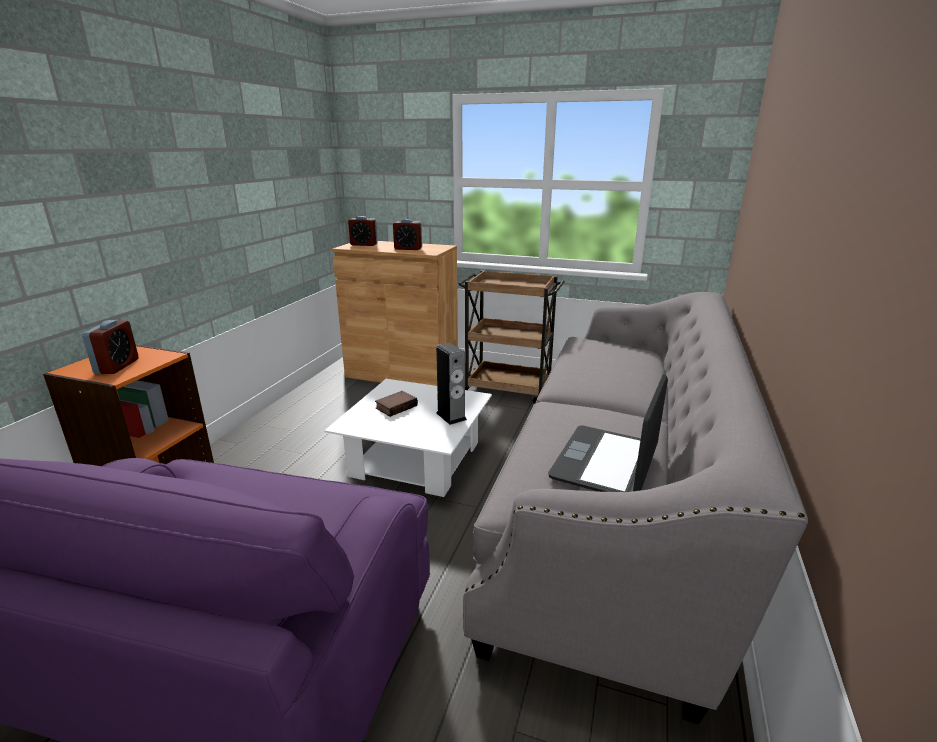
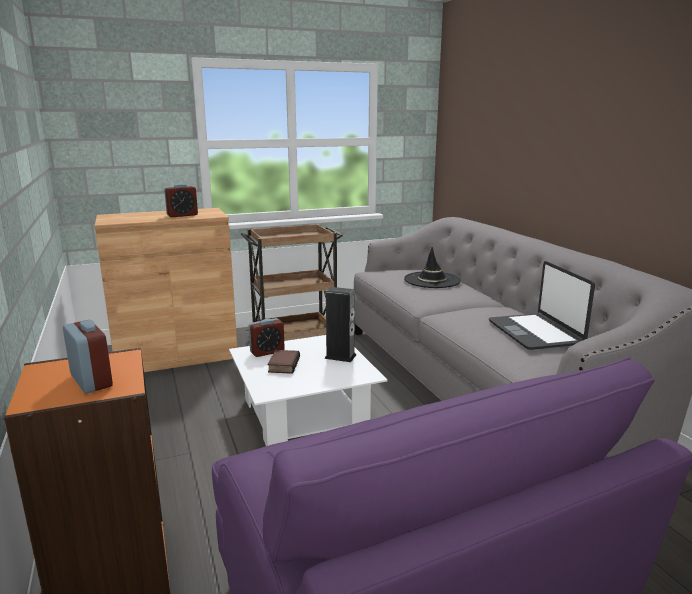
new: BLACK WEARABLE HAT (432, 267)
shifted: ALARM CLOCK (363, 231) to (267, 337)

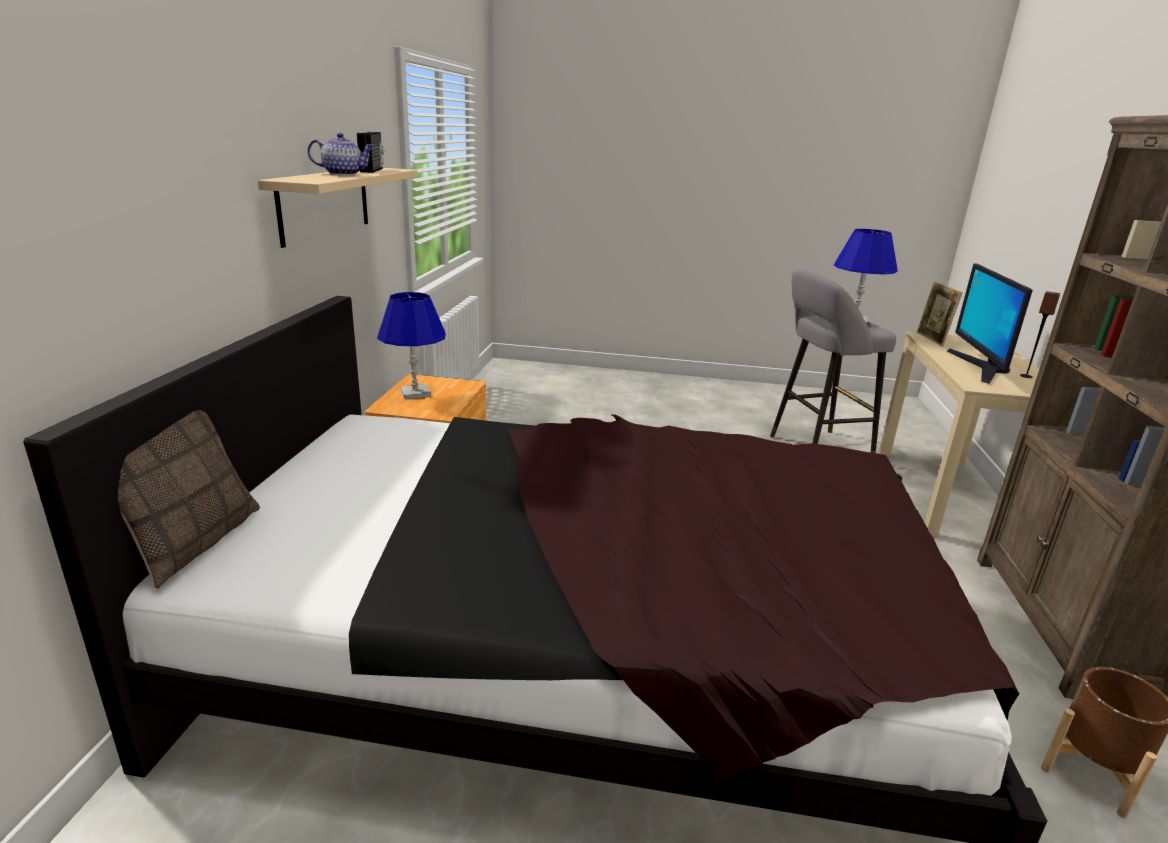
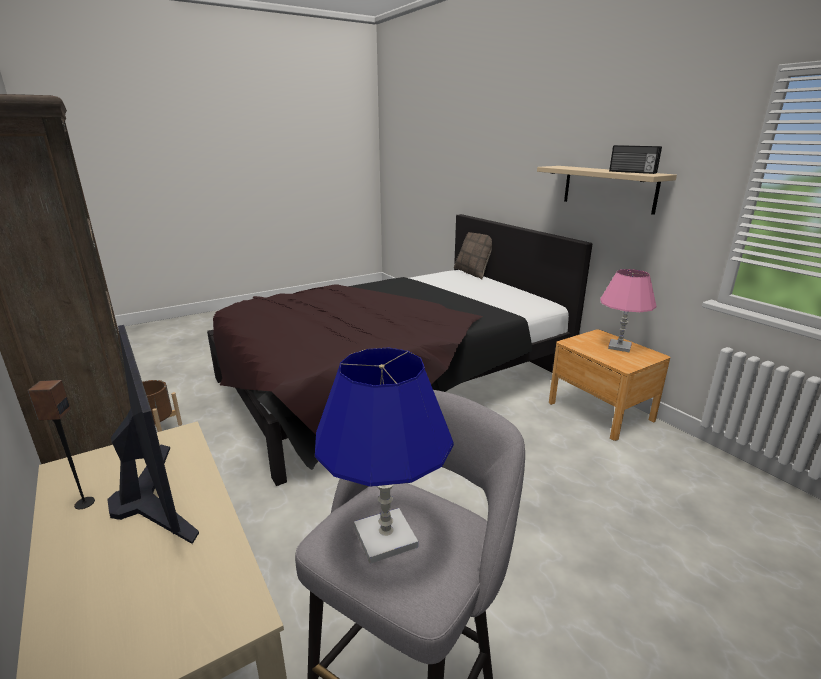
gone: POT FOR TEA (341, 154); STANDING FRAME (939, 313)
repainted: BLUE TABLE LAMP (411, 345) to PINK TABLE LAMP (628, 311)

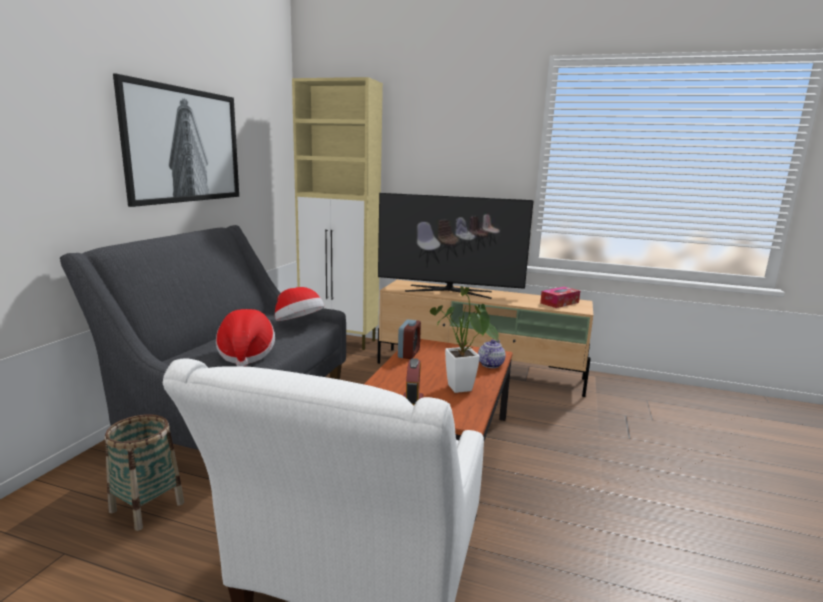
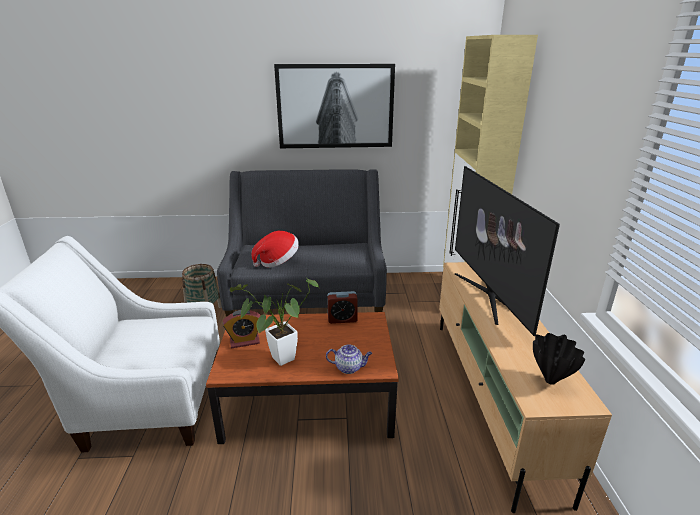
gone: WEARABLE HAT (300, 304)
swapped: TISSUE BOX (560, 297) to BLACK FLOWER VASE (559, 359)

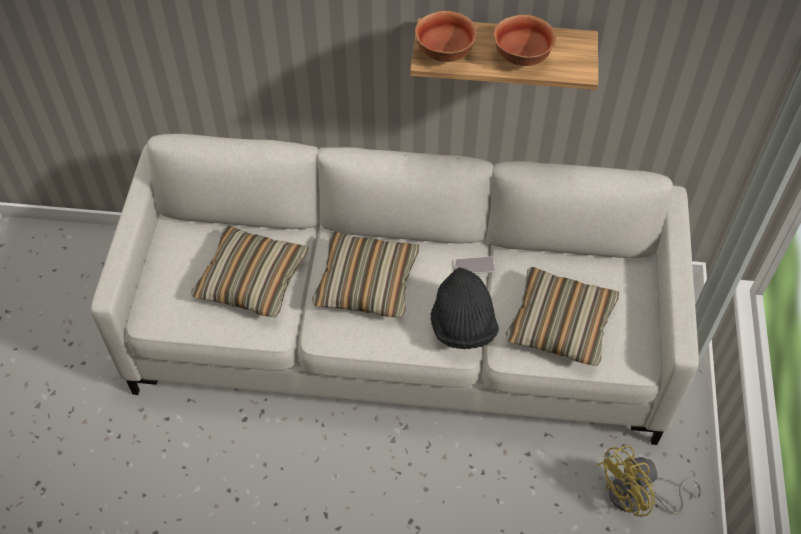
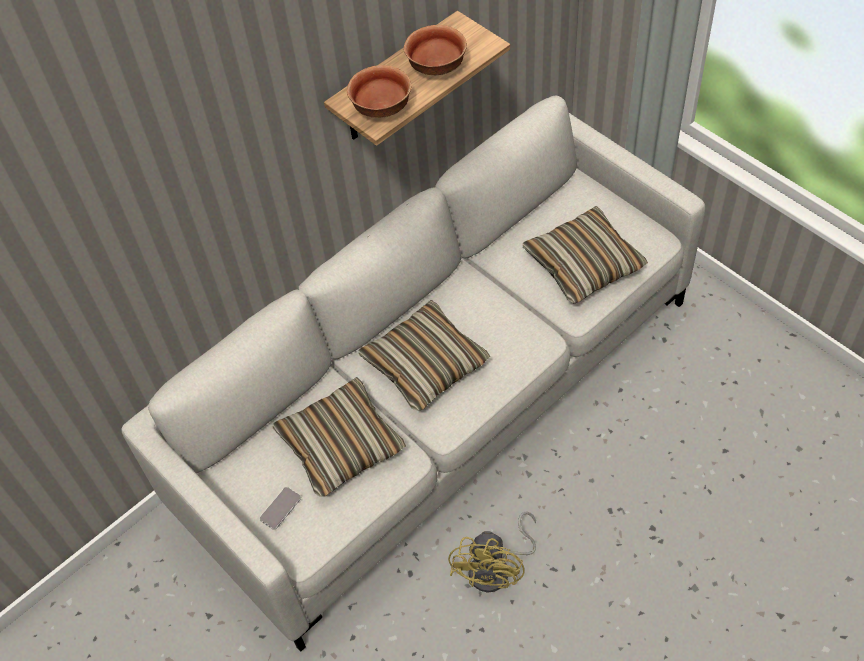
gone: BLACK WEARABLE HAT (464, 308)
shifted: PHONE (475, 265) to (280, 508); YELLOWISH ELECTRIC FAN (649, 480) to (492, 551)

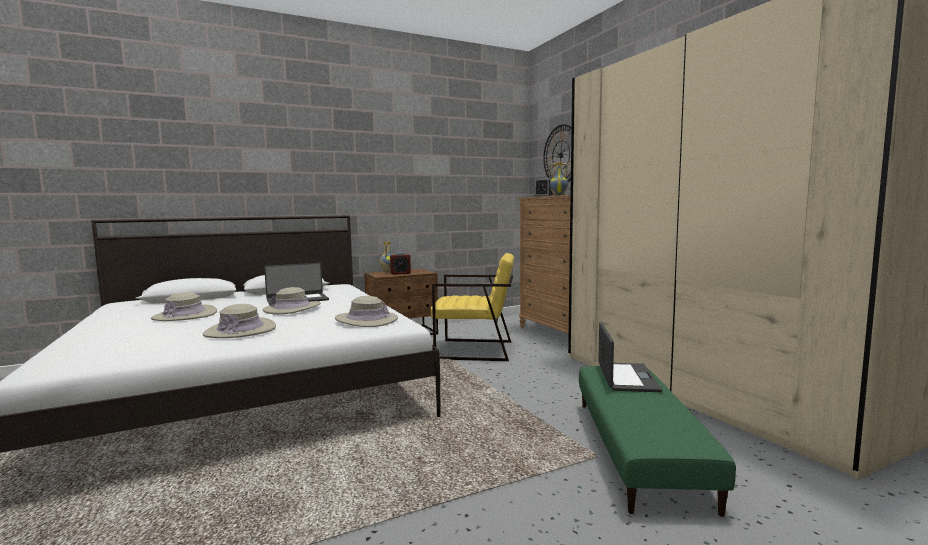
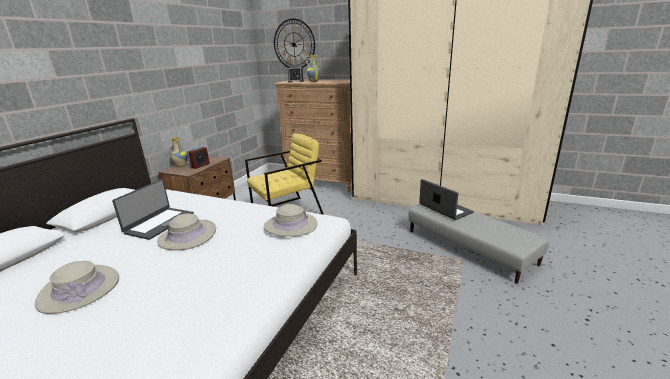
gone: BEIGE WEARABLE HAT (239, 321)
repainted: GREEN-COLOURED FOOTREST (657, 441) to GREY FOOTREST (478, 244)

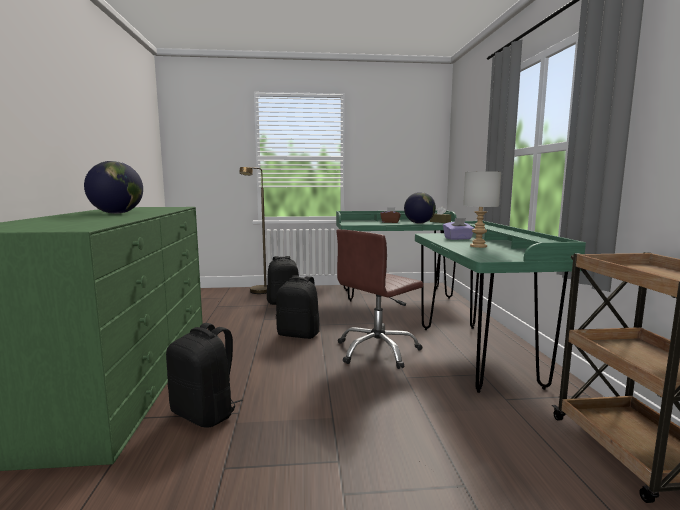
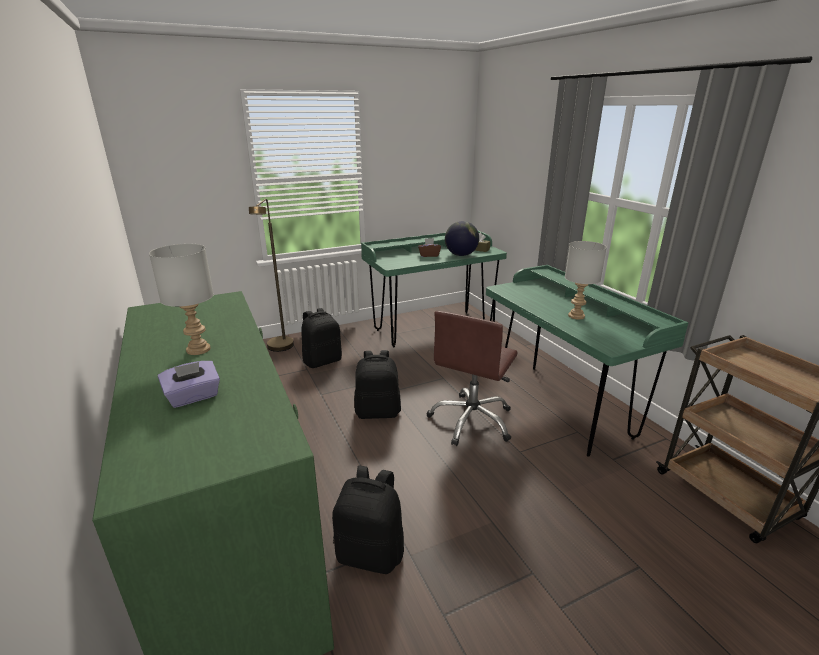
shifted: PURPLISH TISSUE BOX (458, 229) to (189, 384)
swapped: DESK GLOBE (113, 187) to GREY TABLE LAMP (181, 299)

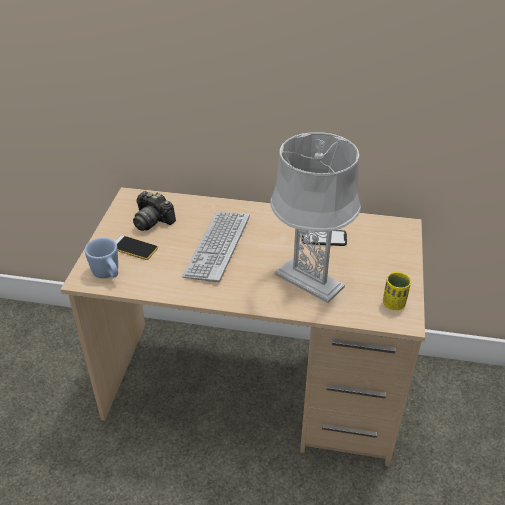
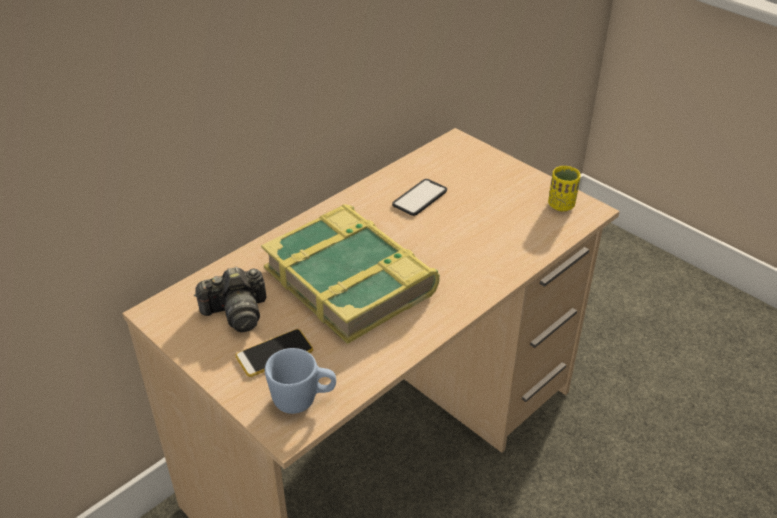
gone: GREY TABLE LAMP (315, 217)
swapped: PC KEYBOARD (216, 247) to BOUND BOOK (350, 274)

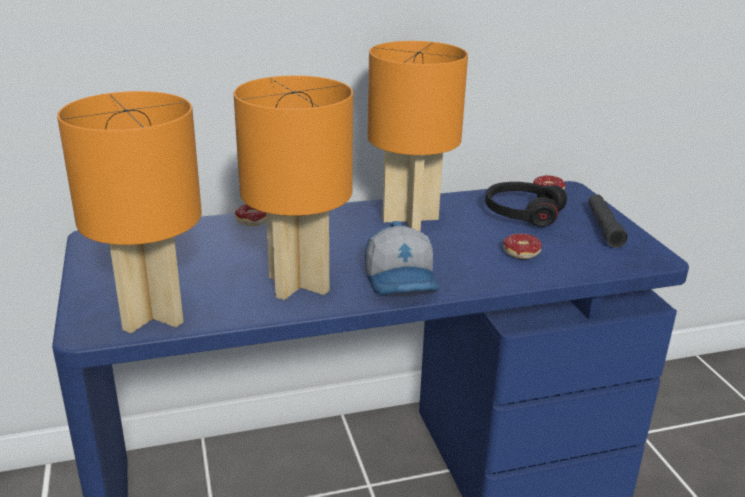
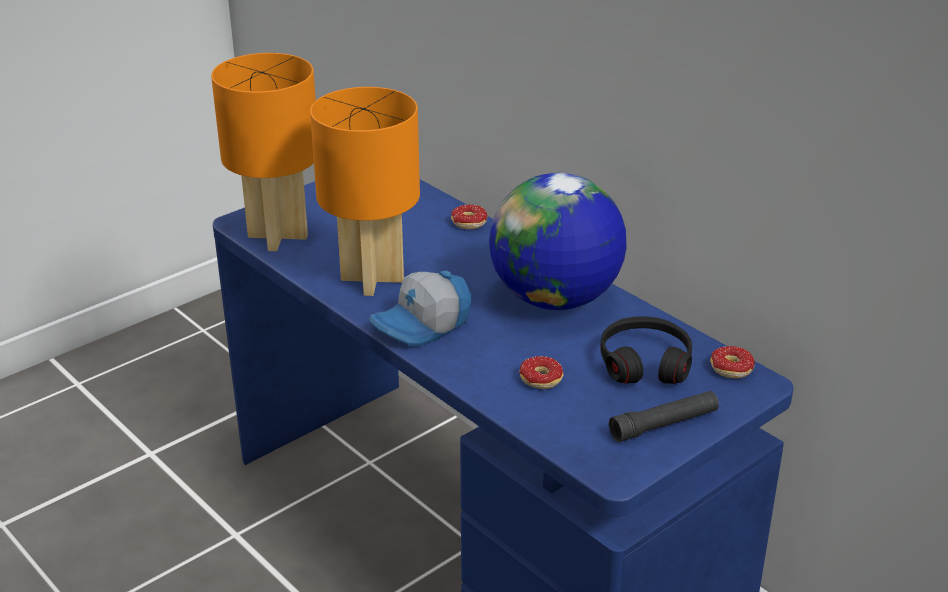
swapped: ORANGEY TABLE LAMP (417, 136) to DESK GLOBE (557, 241)

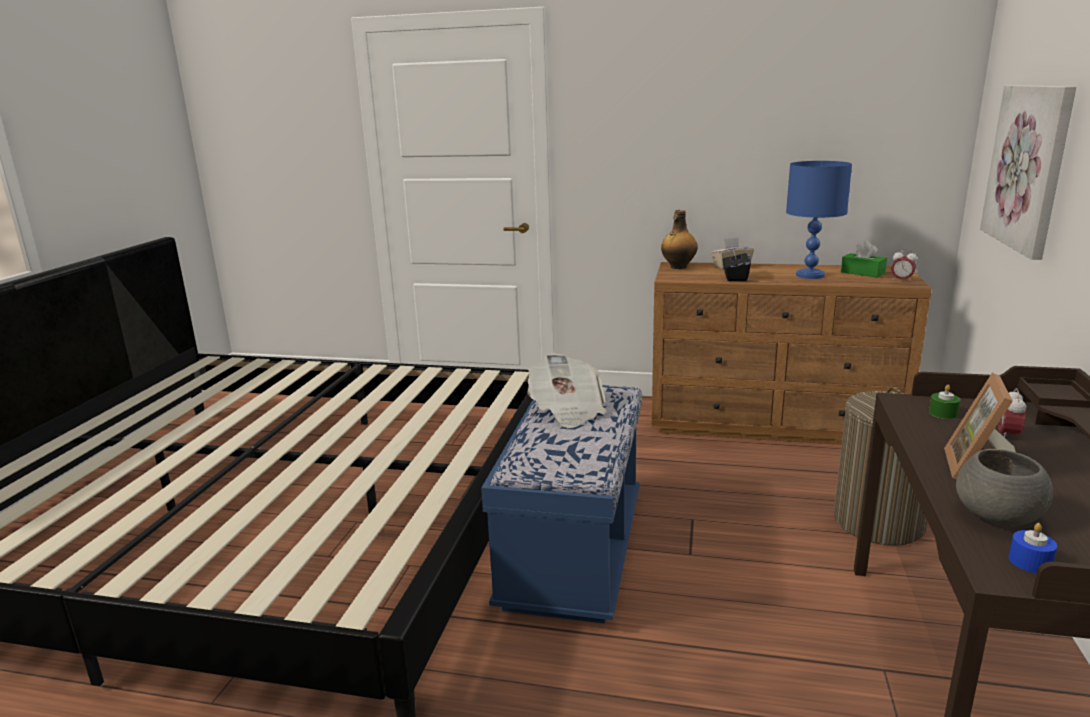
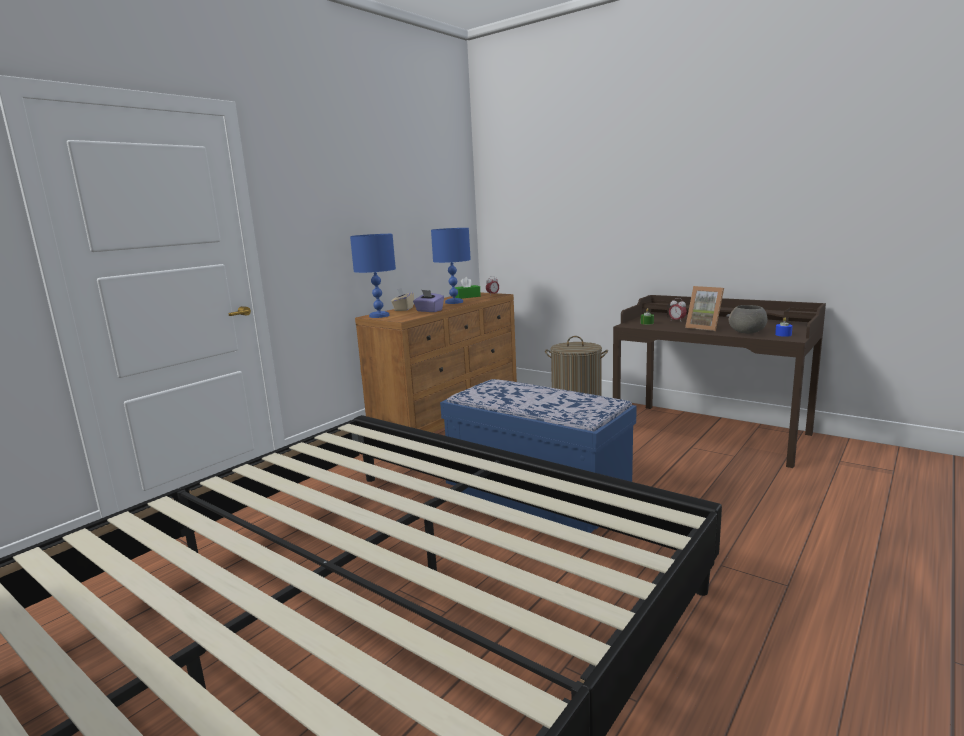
gone: PRINTED PAPER (566, 390); PICTURE (1028, 172)
swapped: BEVERAGE BOTTLE (679, 239) to BLUE TABLE LAMP (373, 276)
repainted: BLACK TISSUE BOX (736, 265) to PURPLISH TISSUE BOX (428, 301)

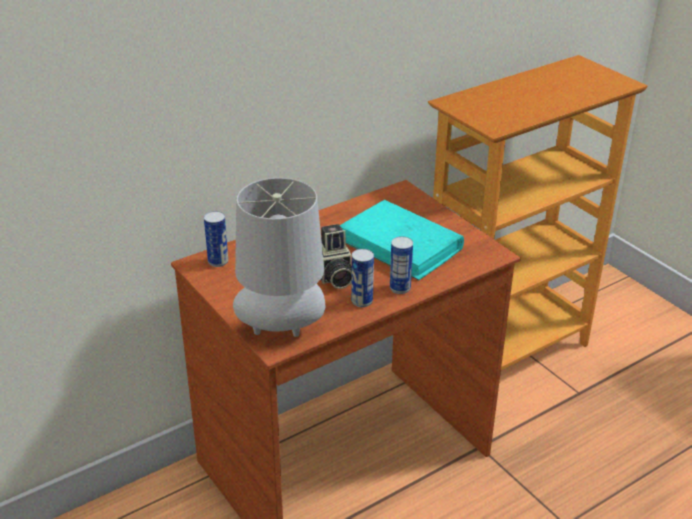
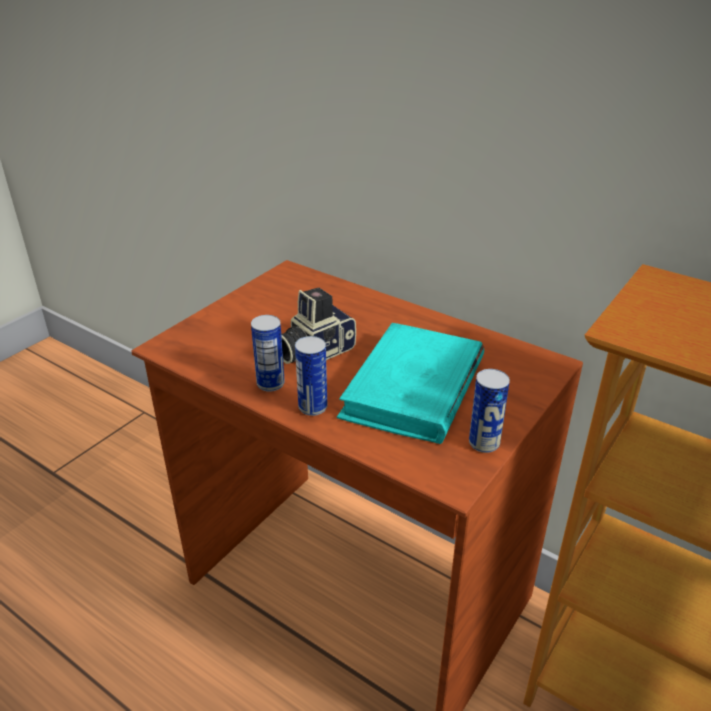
gone: GREY TABLE LAMP (279, 257)
shifted: SEALED CAN (216, 239) to (489, 411)

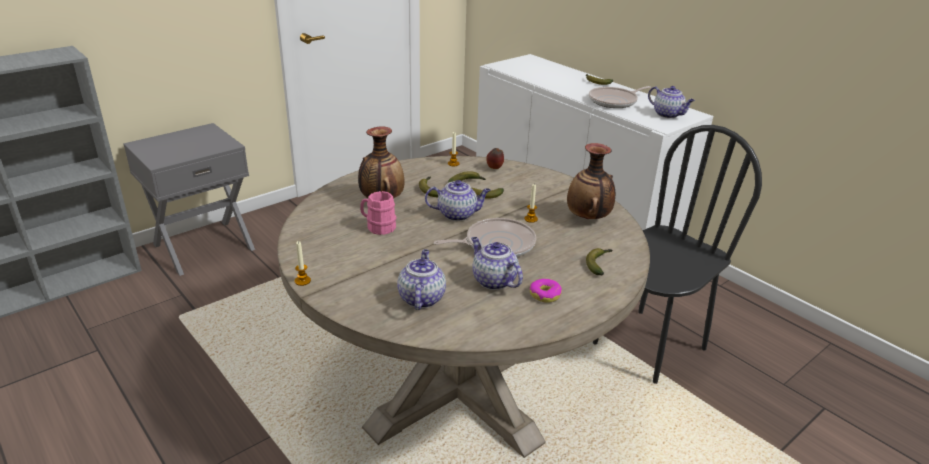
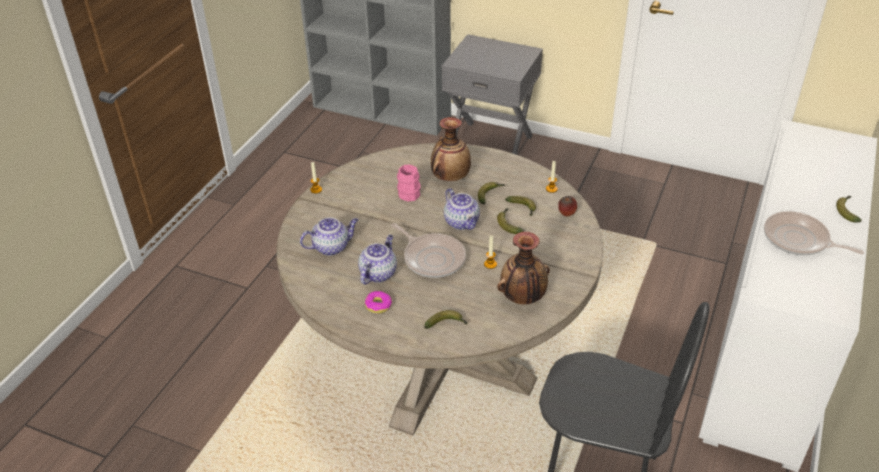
gone: POT FOR TEA (671, 102)

